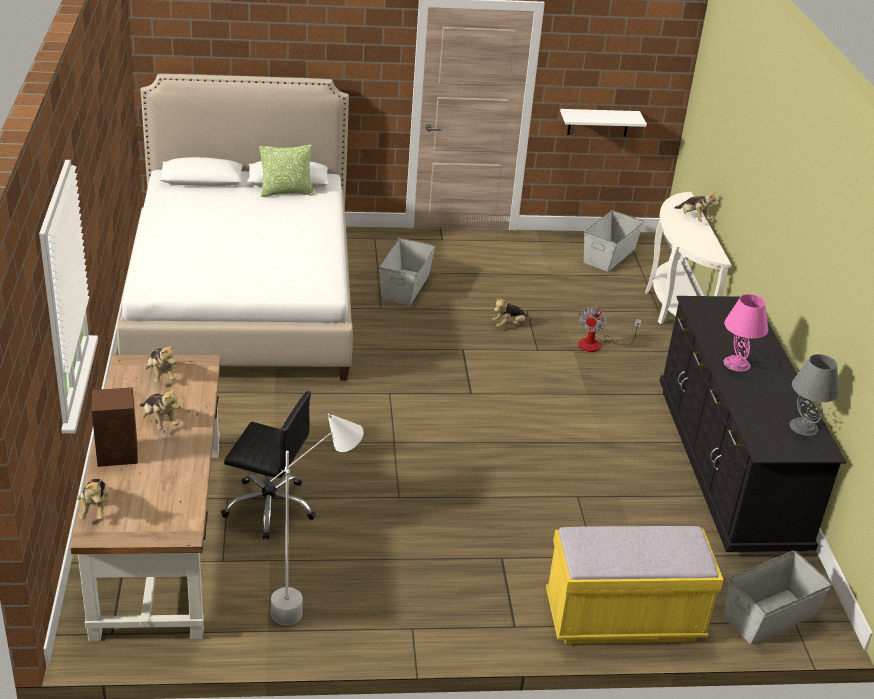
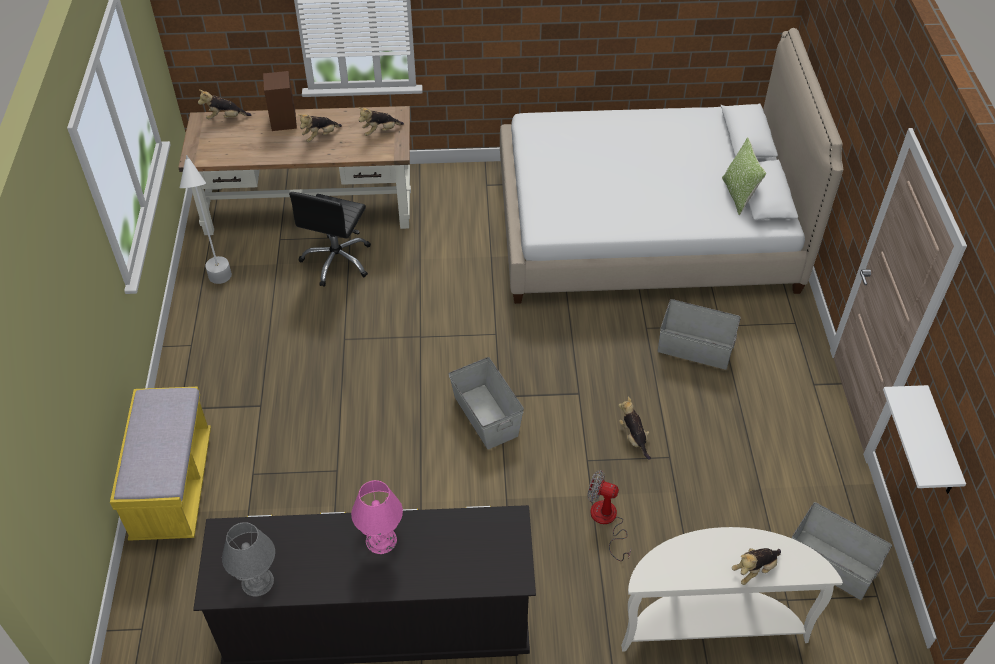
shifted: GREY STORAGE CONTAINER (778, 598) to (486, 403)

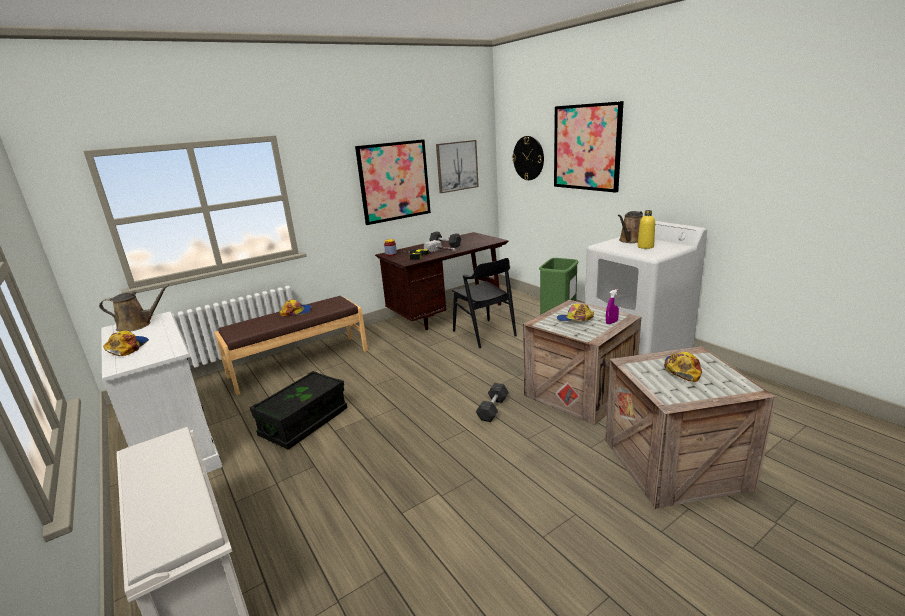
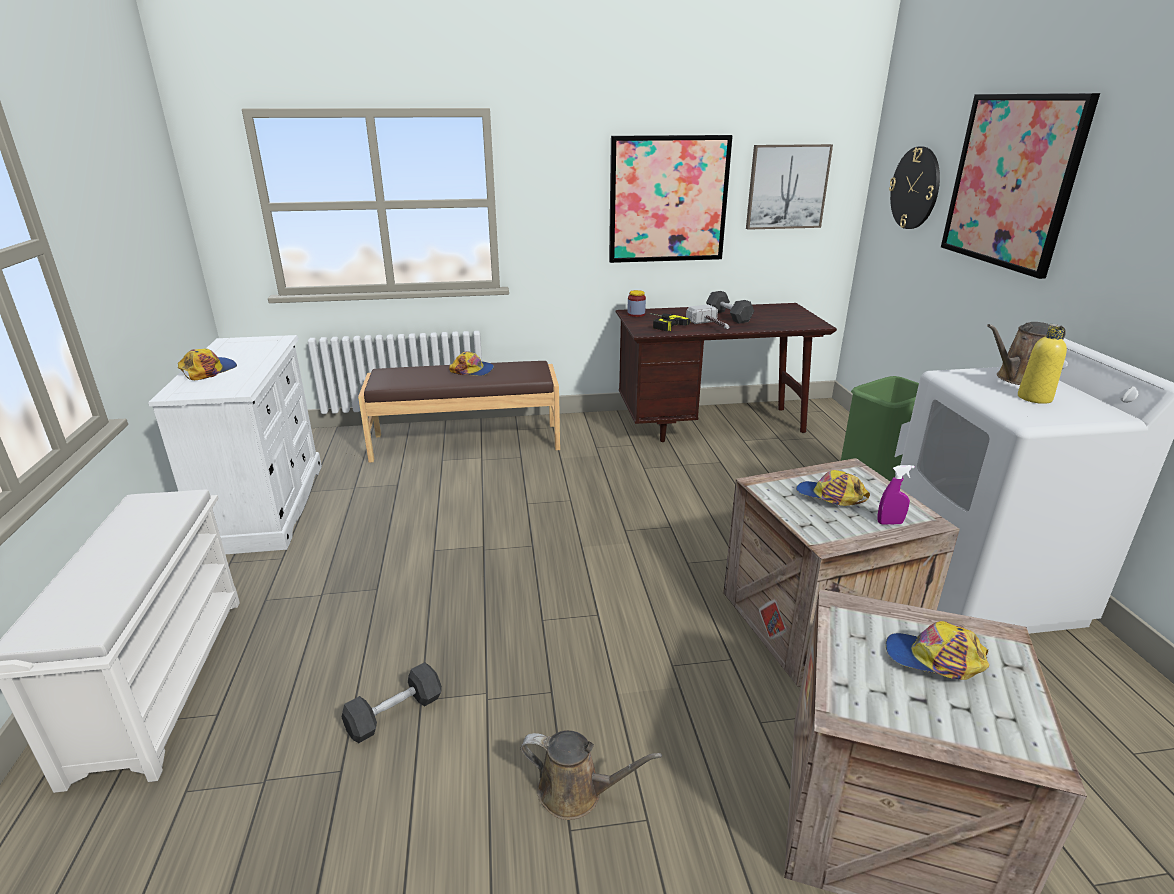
gone: BLACK STORAGE CONTAINER (298, 410); BLACK PLAIN CHAIR (484, 303)
shifted: BROWN-COLOURED WATERING CAN (134, 308) to (591, 775); GREY DUMBBELL (492, 402) to (392, 702)
rotated: CAP (683, 367) = (937, 650) 120 degrees counterclockwise

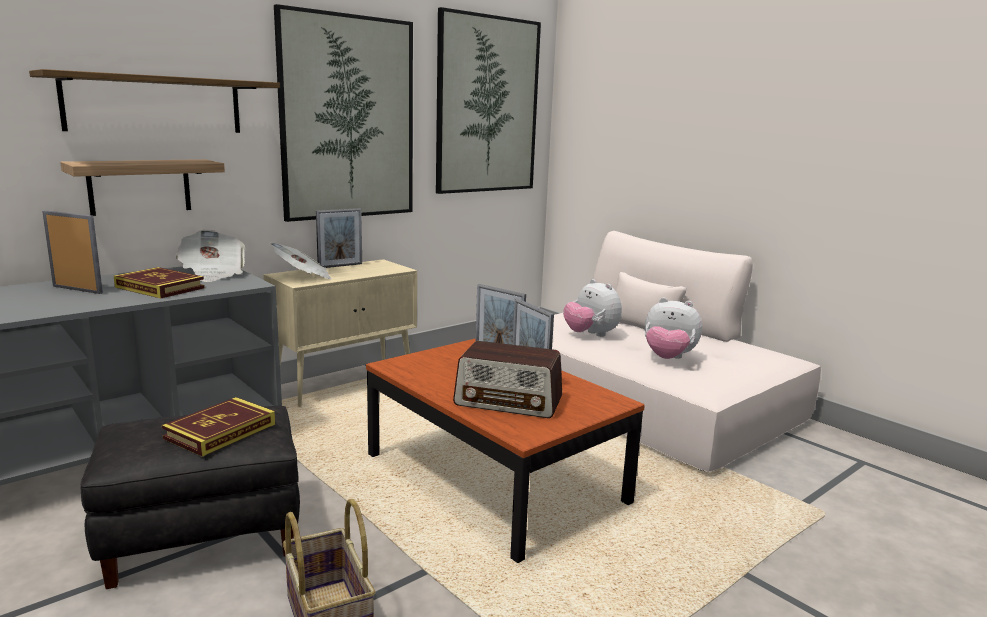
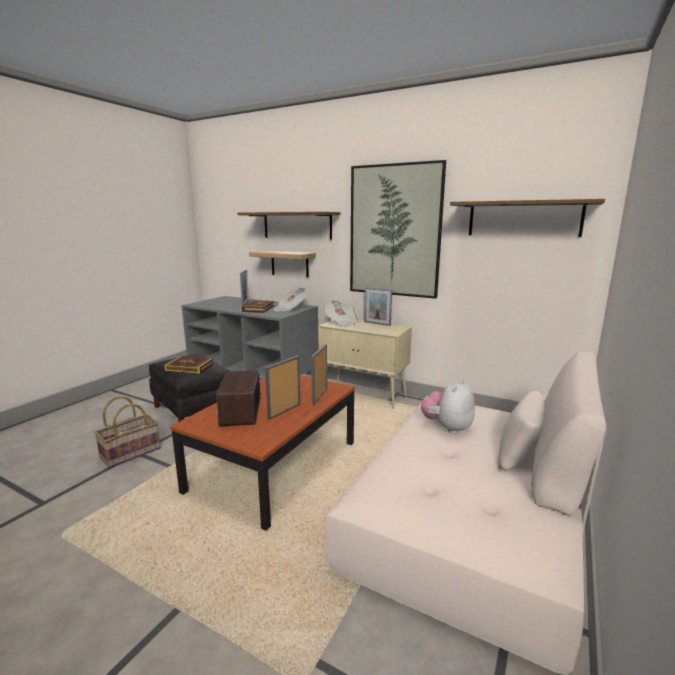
gone: CUDDLY TOY (673, 328)
swapped: PICTURE (488, 100) to BRACKET SHELF (527, 218)

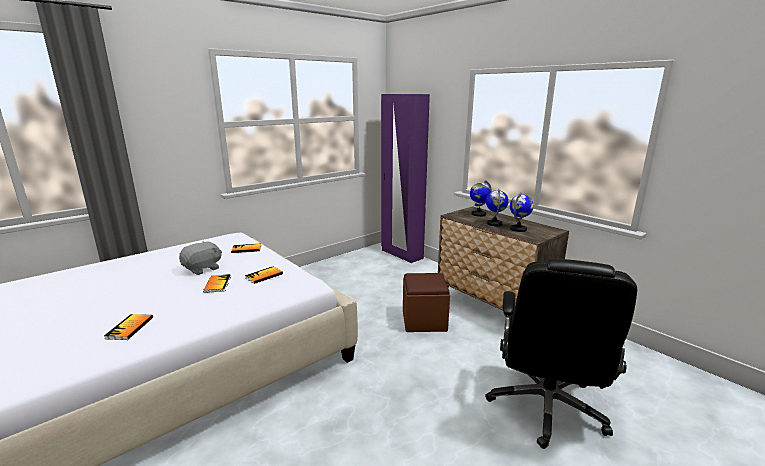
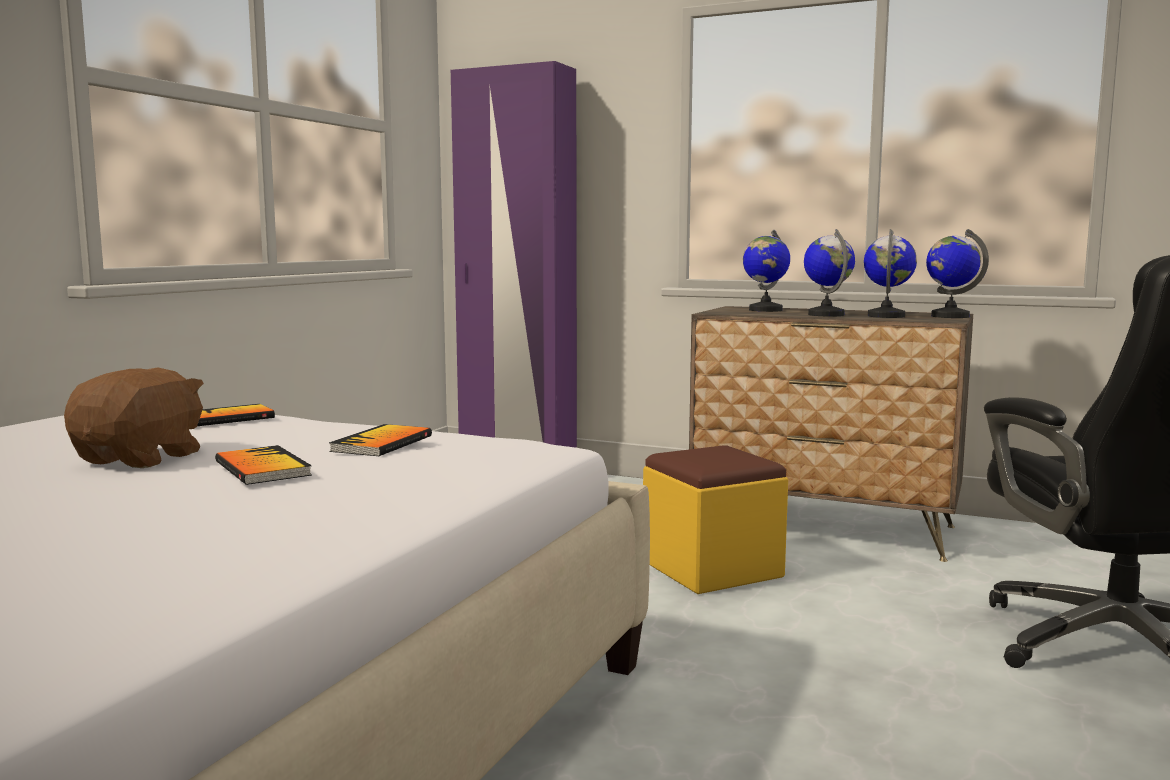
gone: BOUND BOOK (128, 327)
new: DESK GLOBE (957, 273)
repainted: GREY CUDDLY TOY (200, 258) to BROWN-COLOURED CUDDLY TOY (134, 418); BROWN-COLOURED FOOTREST (426, 302) to YELLOWISH FOOTREST (715, 519)

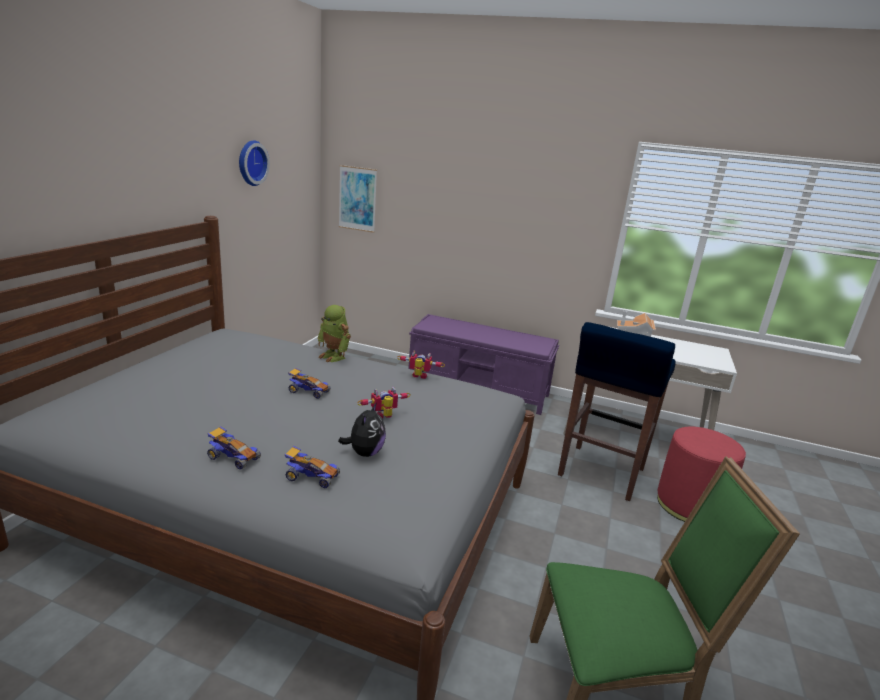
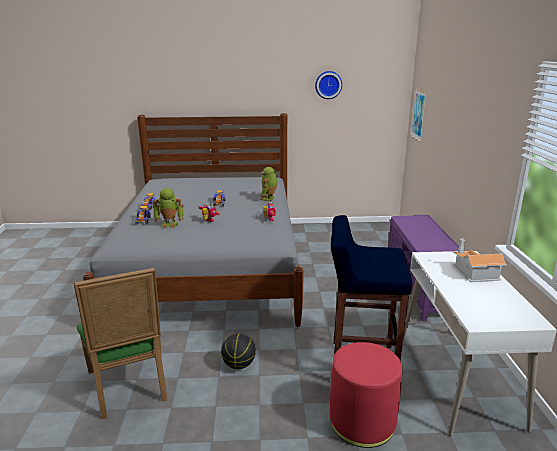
new: BALL FOR BASKETBALL (238, 351)
swapped: CUDDLY TOY (362, 429) to ROBOT FIGURE (168, 208)

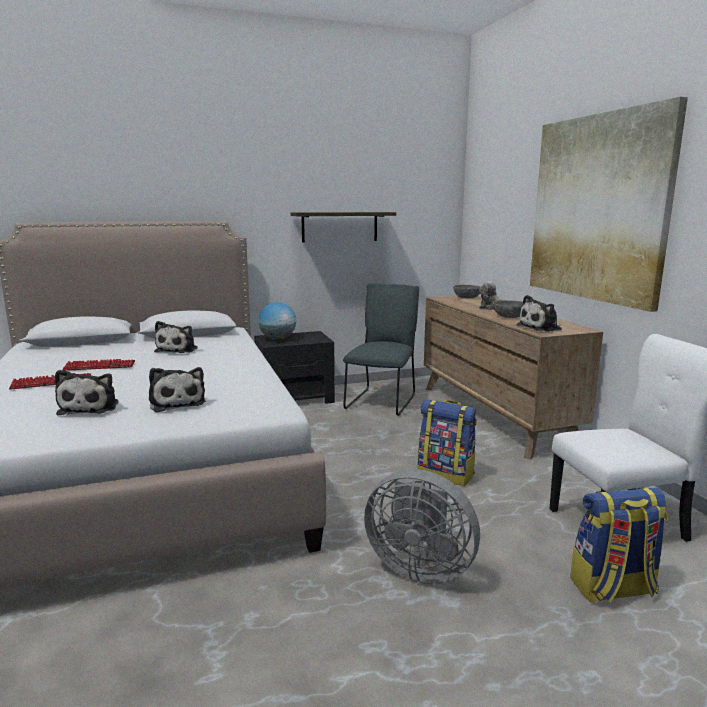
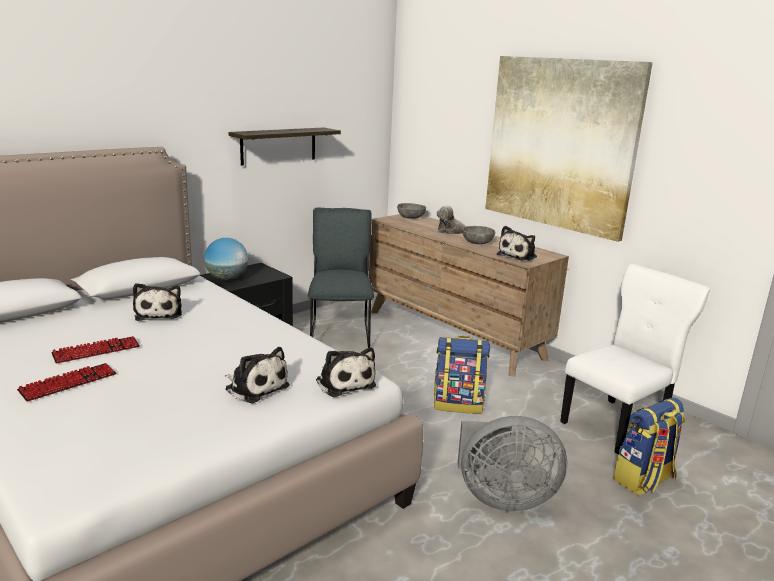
shifted: CUDDLY TOY (86, 392) to (346, 372)

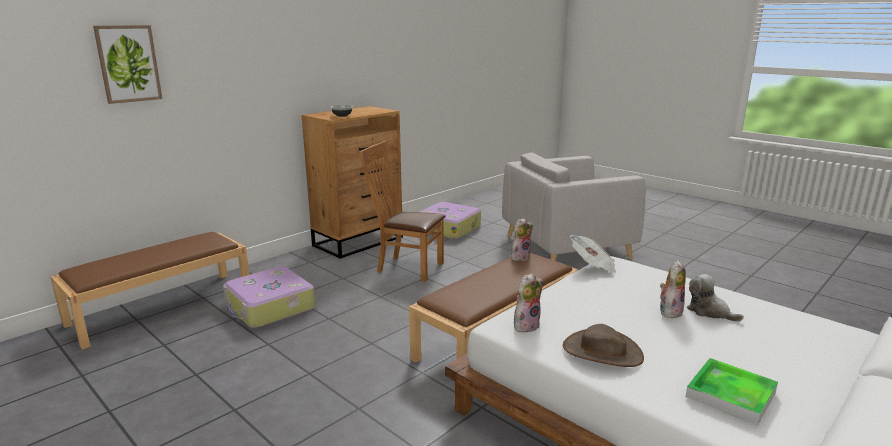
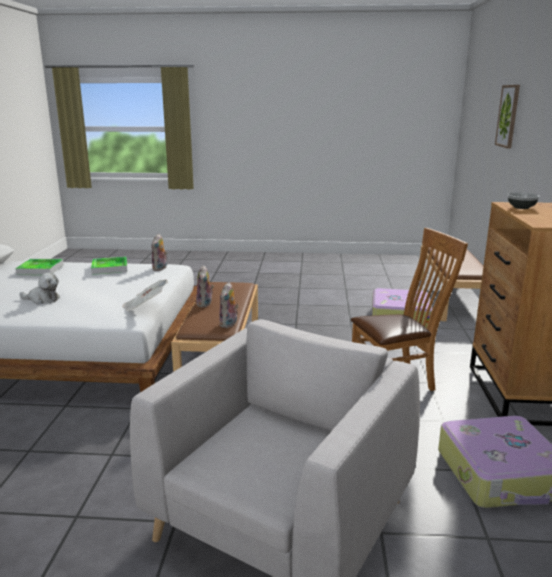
shifted: CUDDLY TOY (673, 289) to (205, 286)
swapped: BROWN-COLOURED WEARABLE HAT (603, 345) to CARRYING TRAY (109, 265)

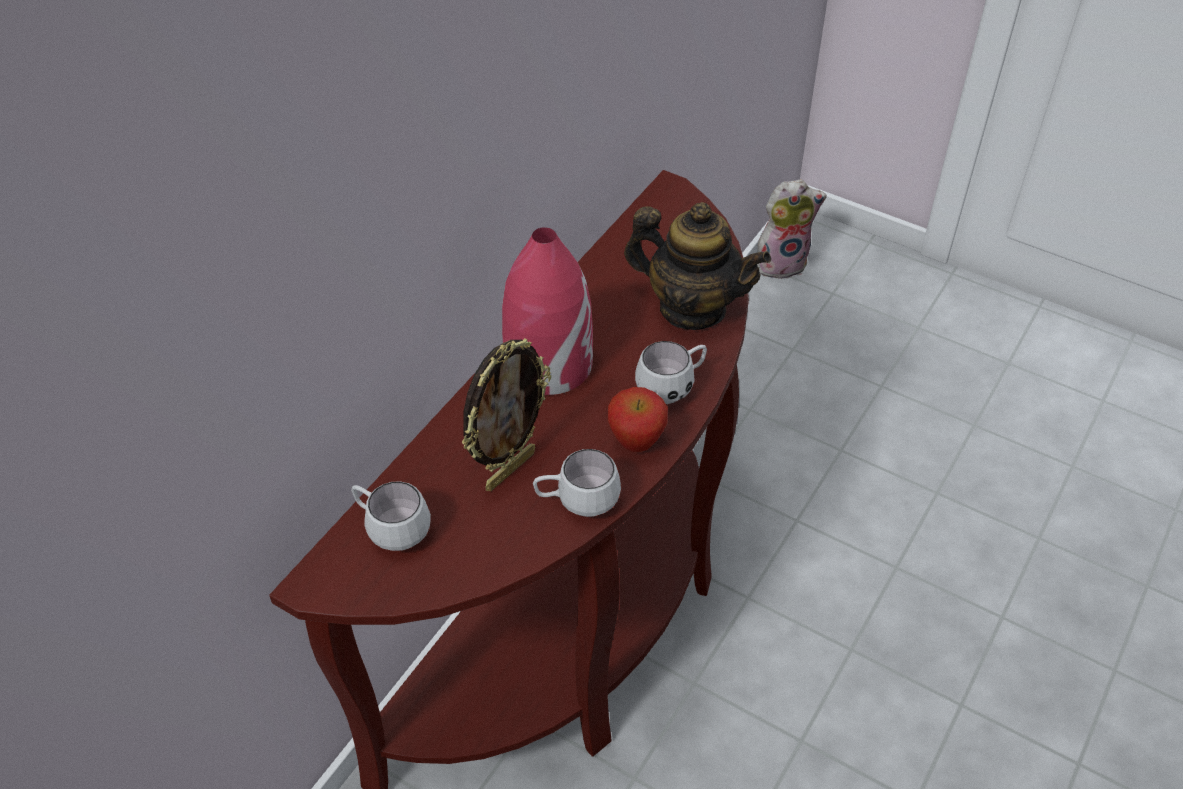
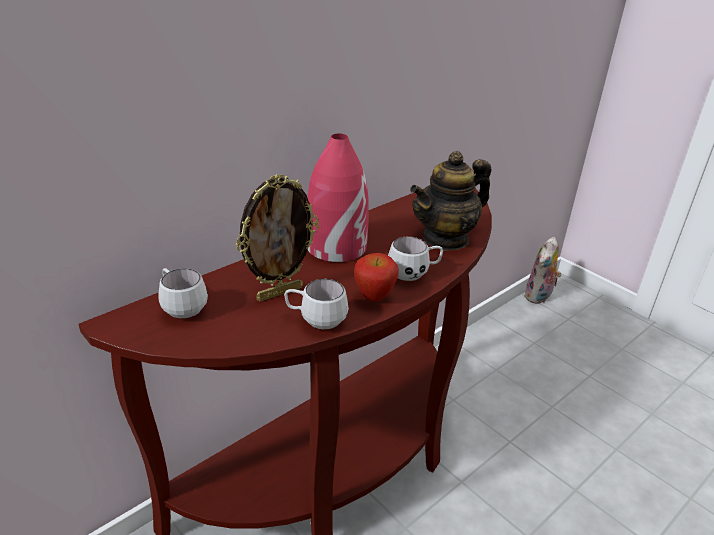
rotated: POT FOR TEA (697, 266) = (450, 201) 105 degrees clockwise; CUDDLY TOY (792, 230) = (542, 270) 120 degrees clockwise

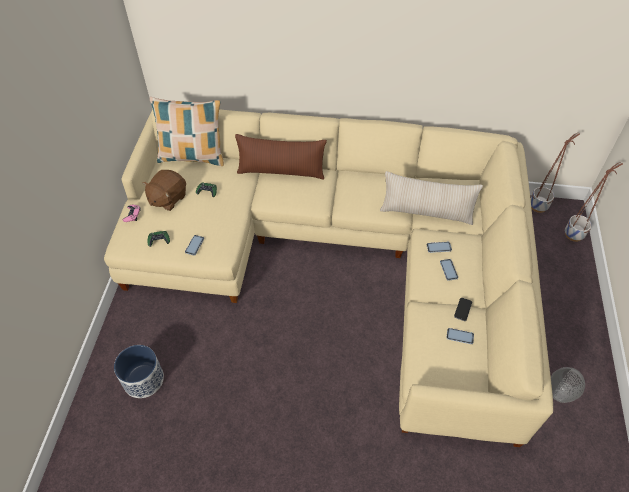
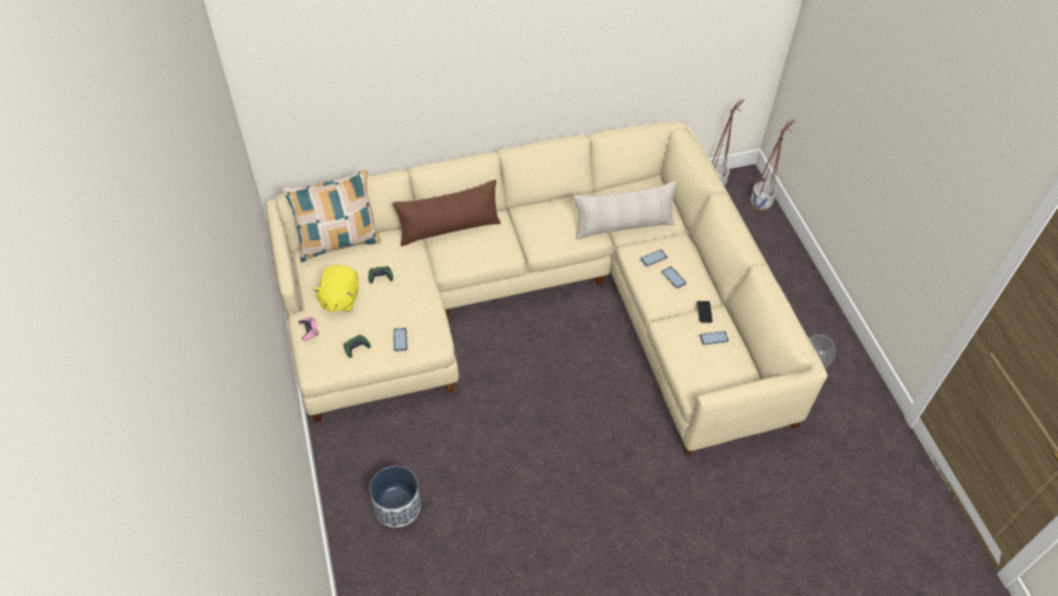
repainted: BROWN-COLOURED CUDDLY TOY (164, 190) to YELLOWISH CUDDLY TOY (335, 288)

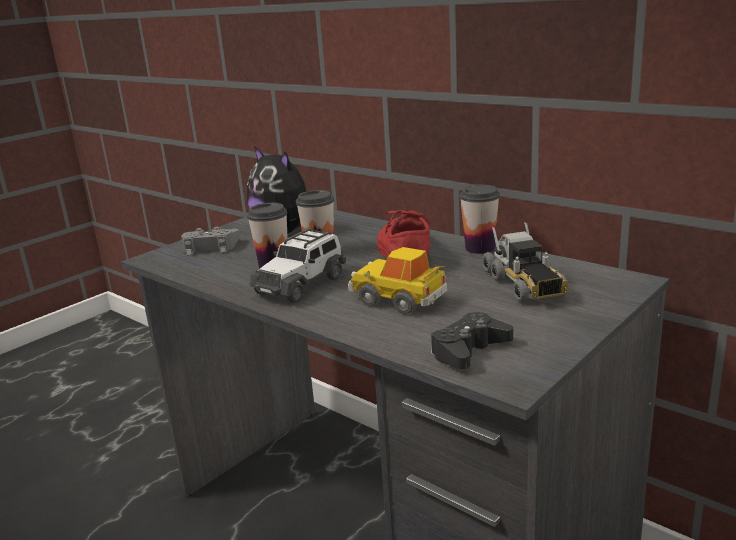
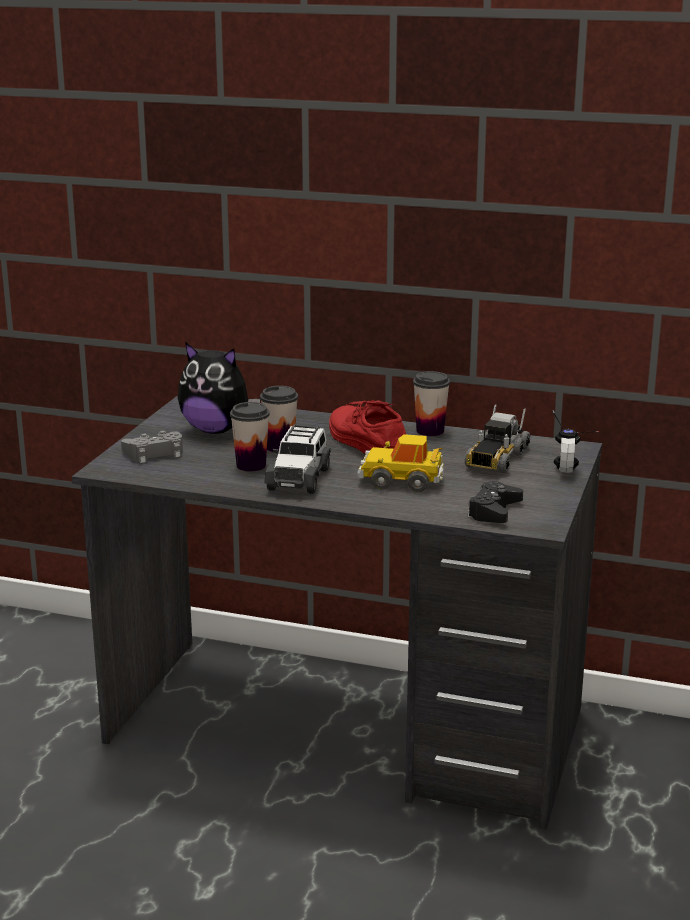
new: HEADSET (576, 442)
rotated: MODEL TRUCK (525, 262) = (497, 438) 60 degrees clockwise

